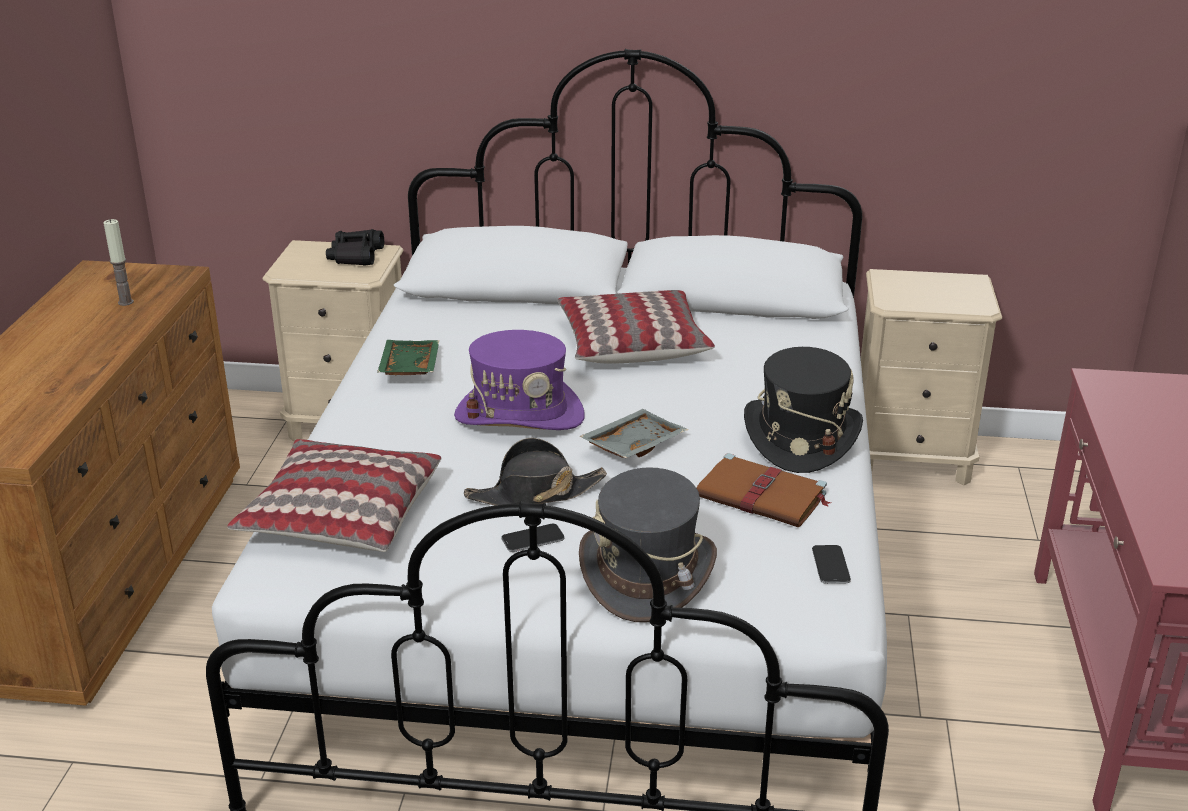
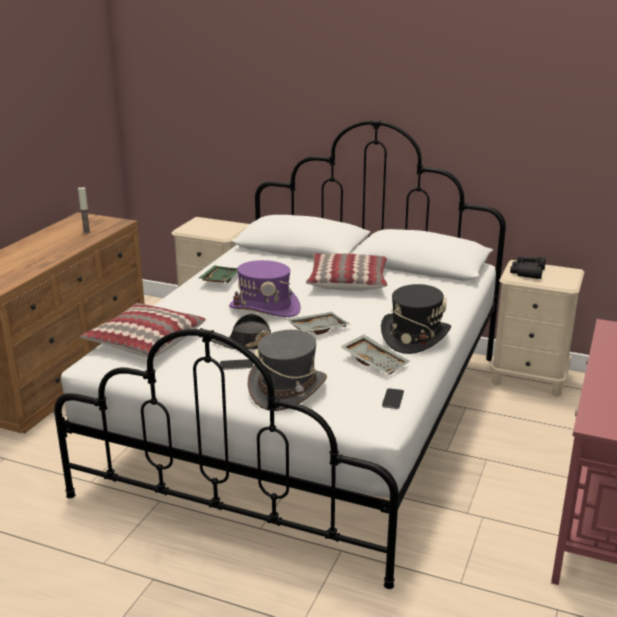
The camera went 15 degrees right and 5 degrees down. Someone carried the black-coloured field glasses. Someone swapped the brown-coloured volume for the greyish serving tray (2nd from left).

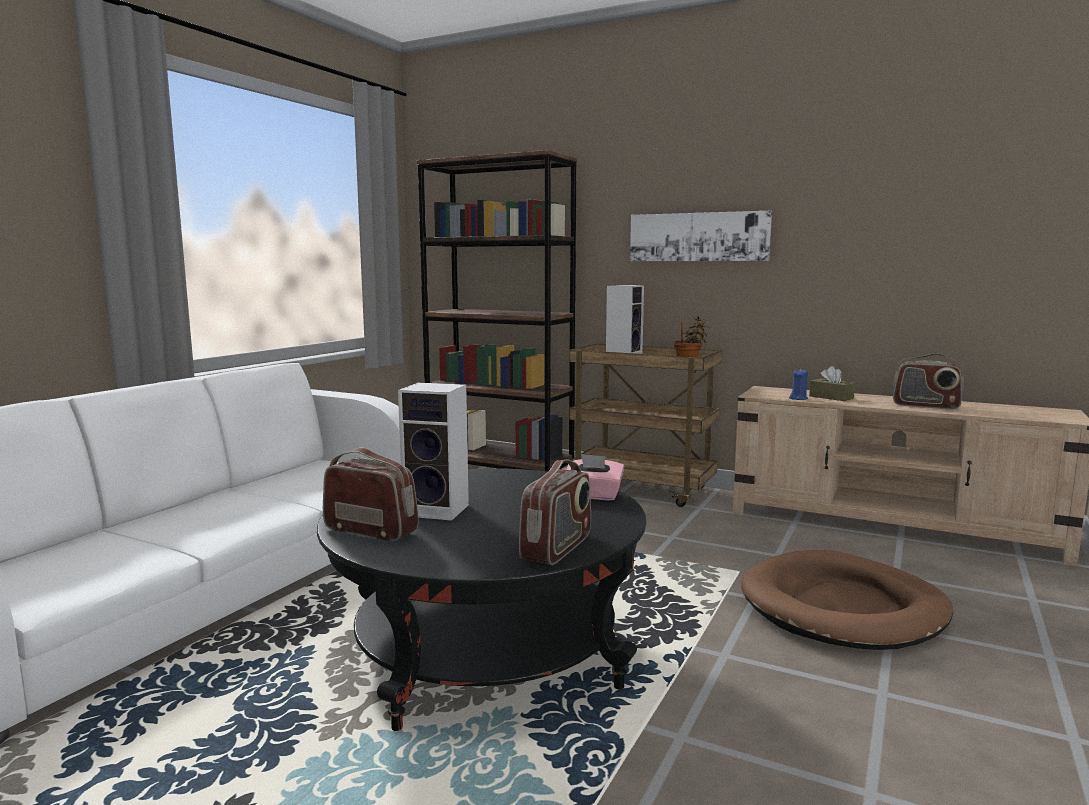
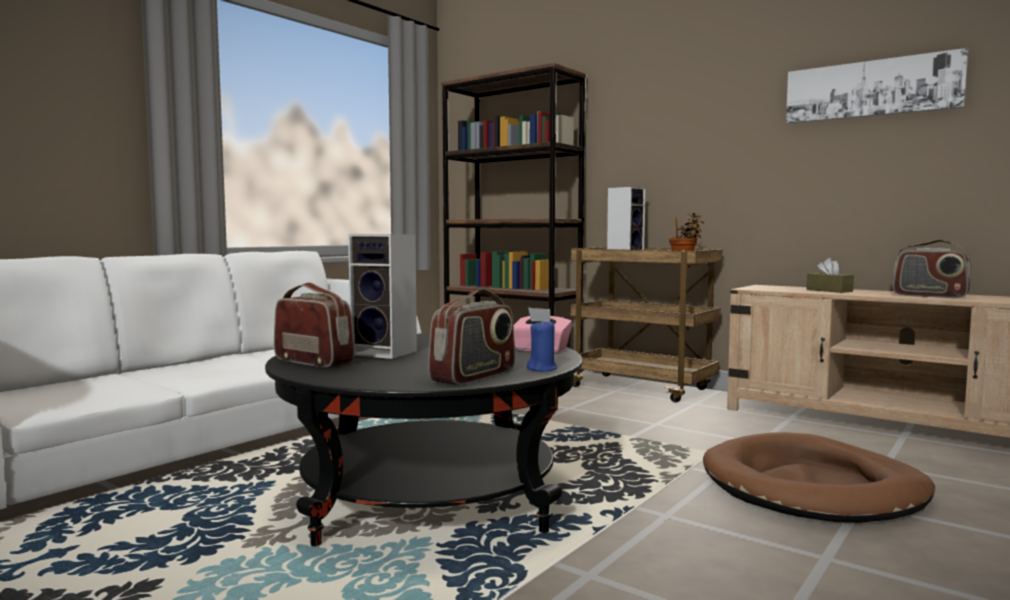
The camera went 10 degrees right and 5 degrees down. Someone carried the wall art. Someone carried the blue-coloured wax light.

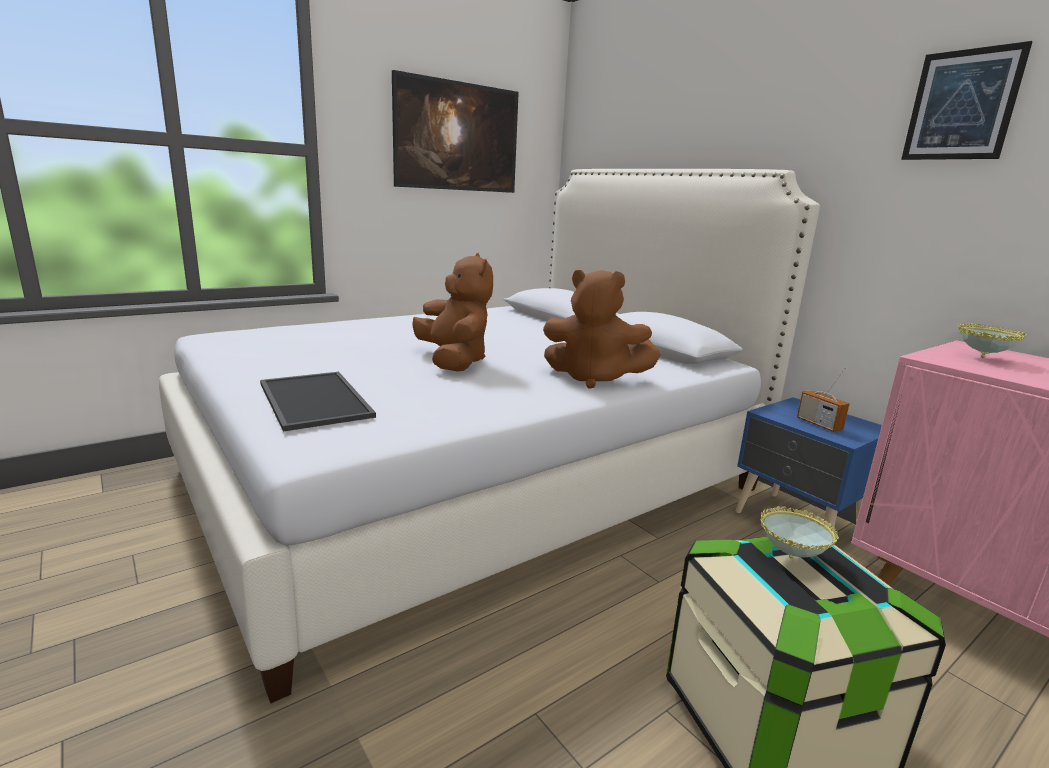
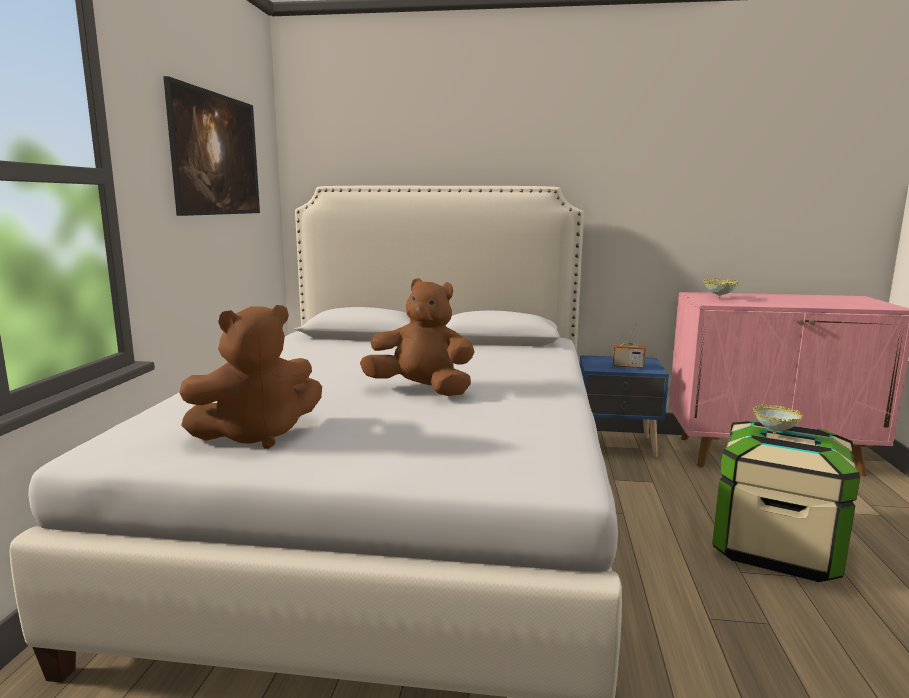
The camera went 45 degrees left and 5 degrees down. Someone took away the serving tray. Someone carried the brown-coloured plush toy (2nd from left in the first image). Someone took away the wall art (2nd from left).

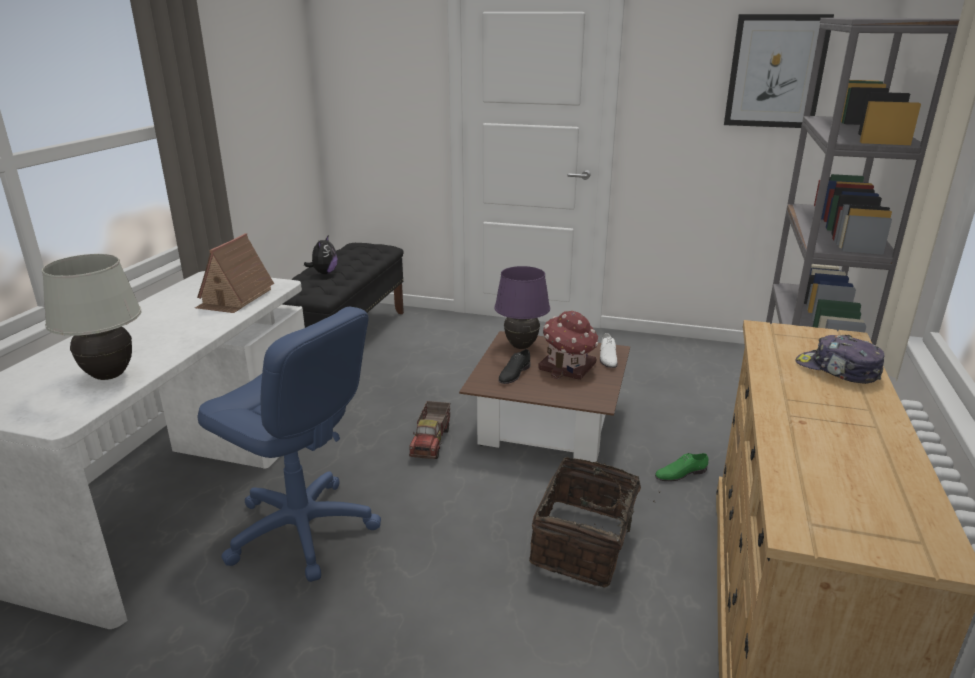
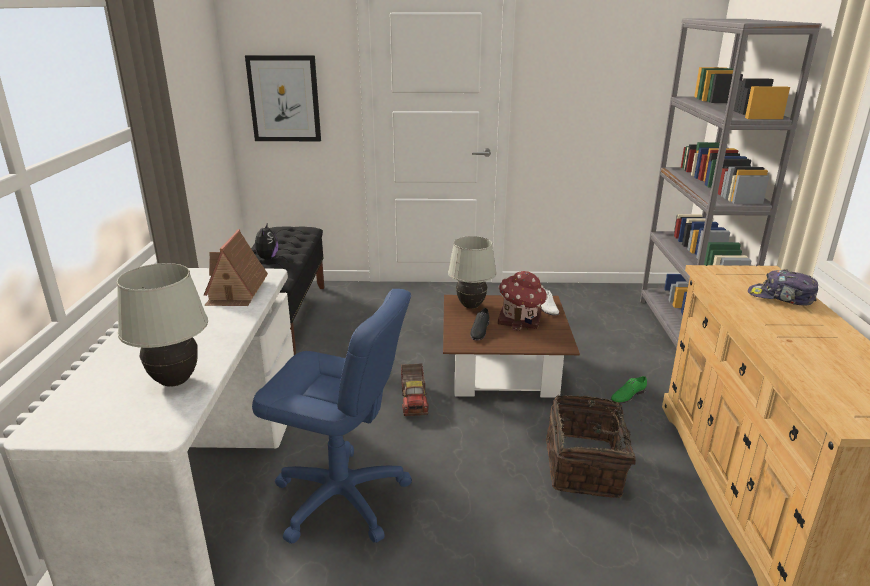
The camera went 15 degrees left and 0 degrees up. Someone repainted the purple-coloured tabletop lamp, which became the whitish tabletop lamp (2nd from left). Someone carried the wall art.

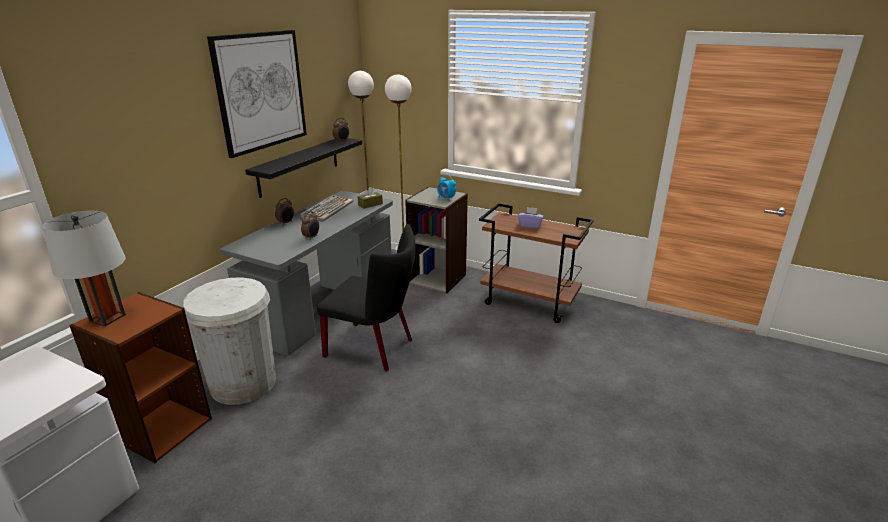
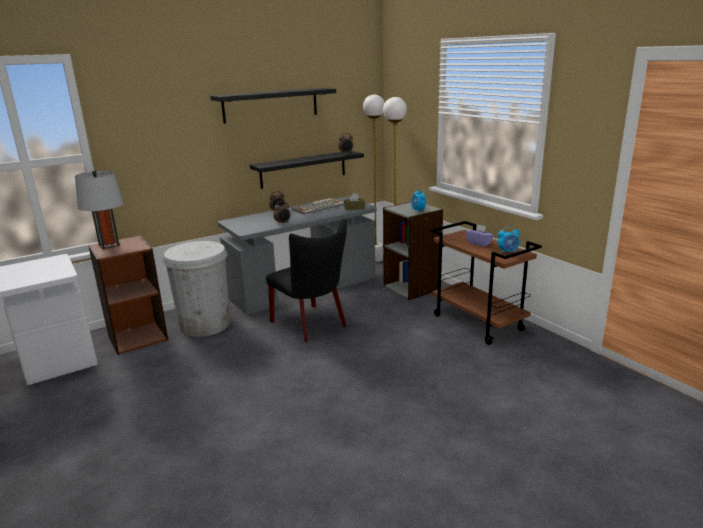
The camera went 30 degrees right and 5 degrees down. Someone swapped the wall art for the black-coloured bracket shelf (1st from left). Someone put down the bedside clock (5th from left).

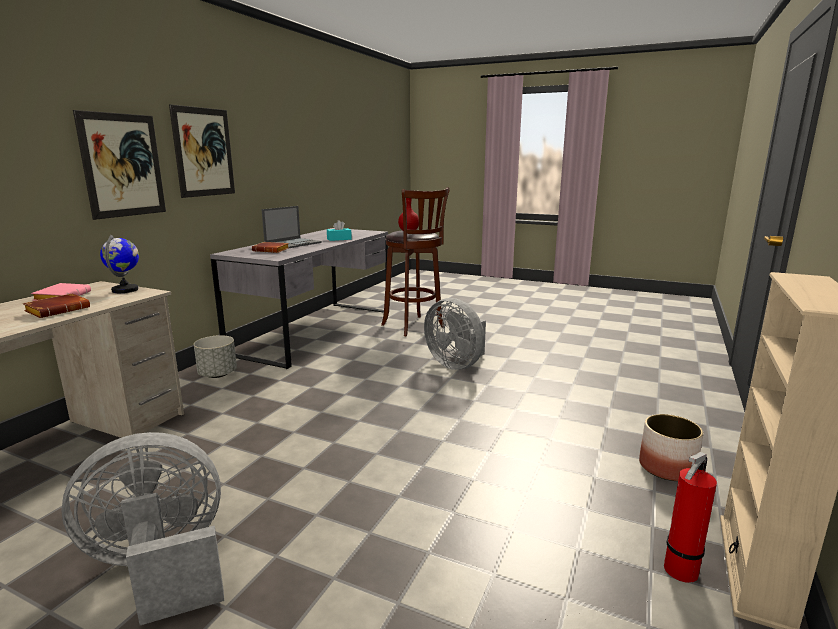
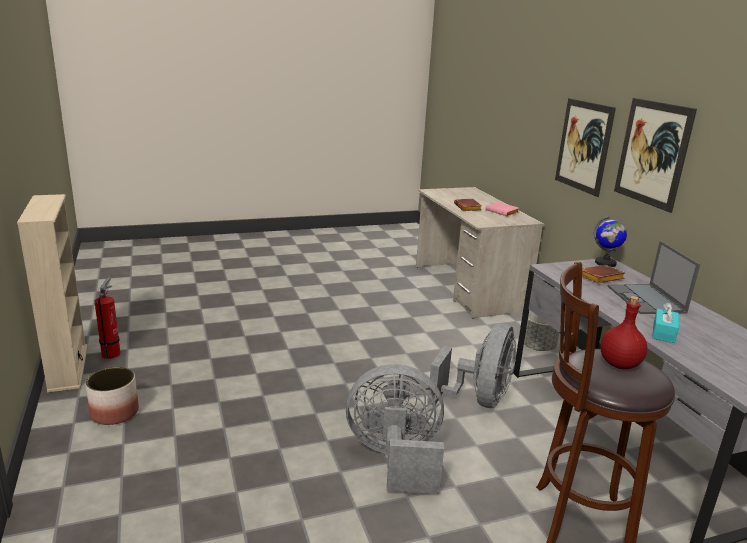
The camera went 135 degrees right and 5 degrees up. Someone carried the greyish fan (1st from left in the first image). Someone carried the world globe.

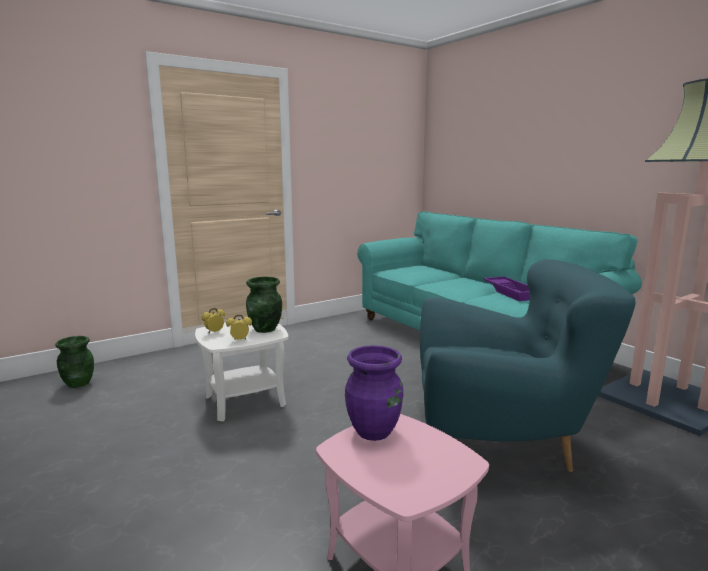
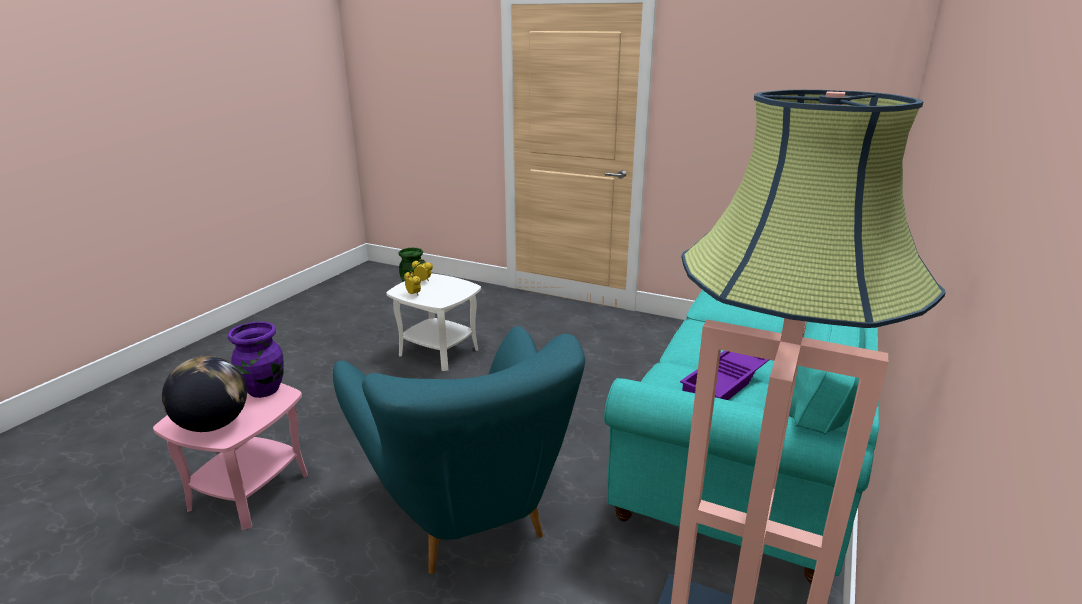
The camera went 60 degrees right and 10 degrees up. Someone took away the green flower vase (2nd from left). Someone put down the world globe.

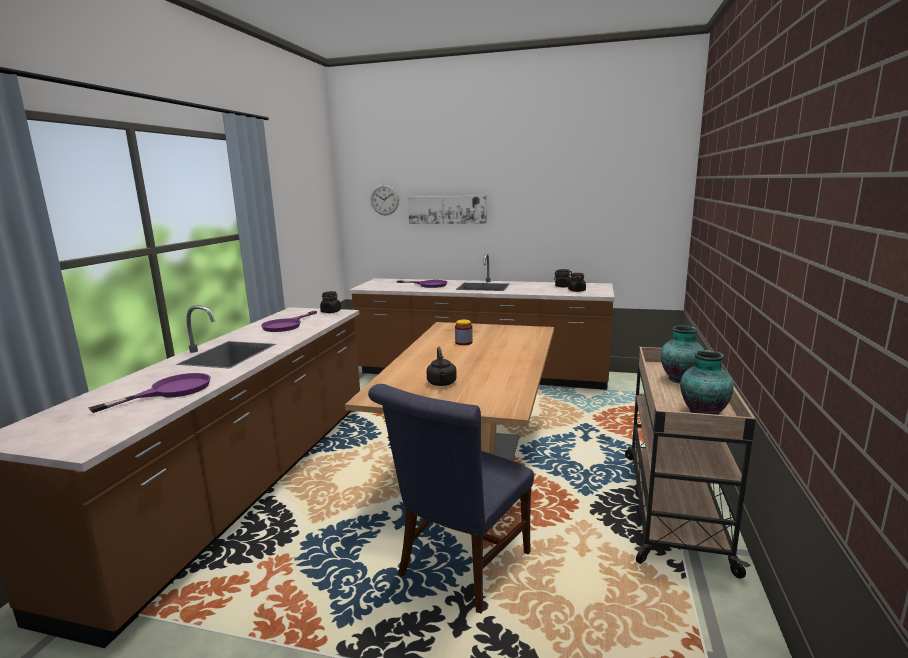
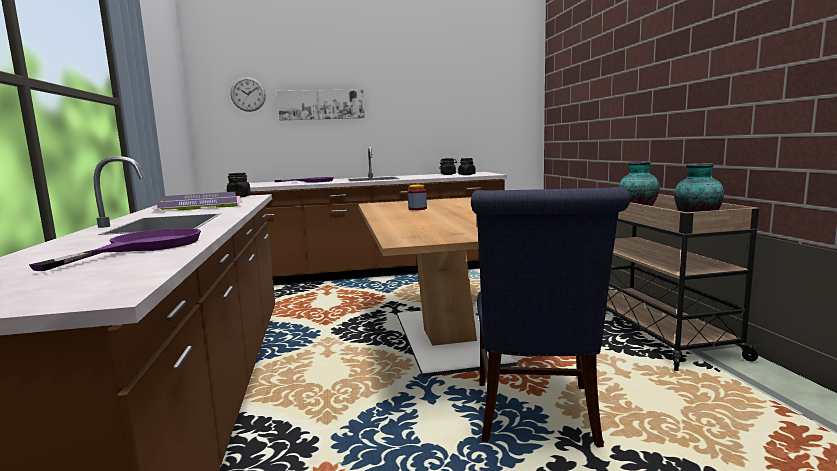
The camera went 25 degrees left and 5 degrees down. Someone swapped the purple-coloured pan (2nd from left) for the purple-coloured serving tray. Someone took away the black-coloured water kettle.

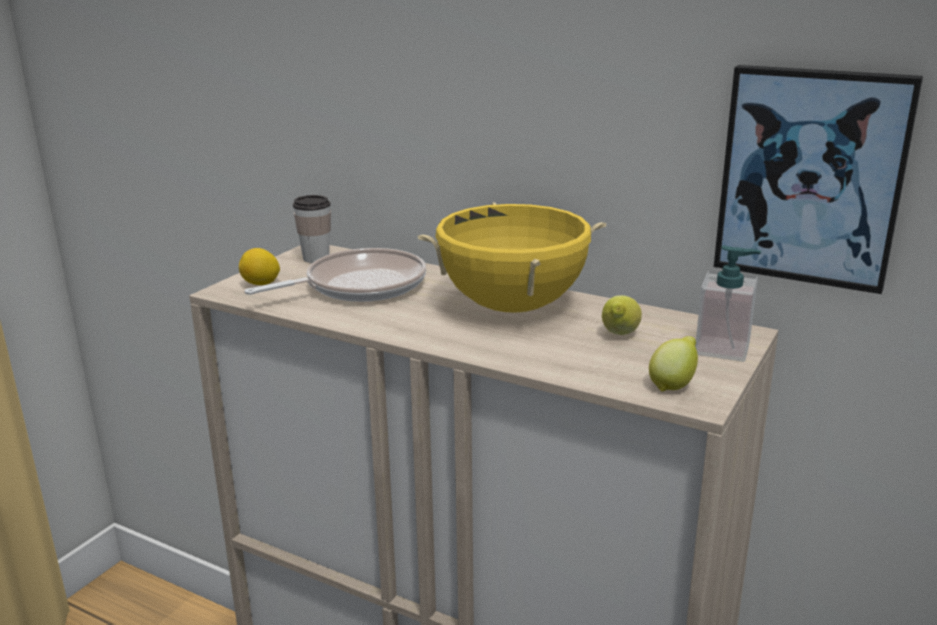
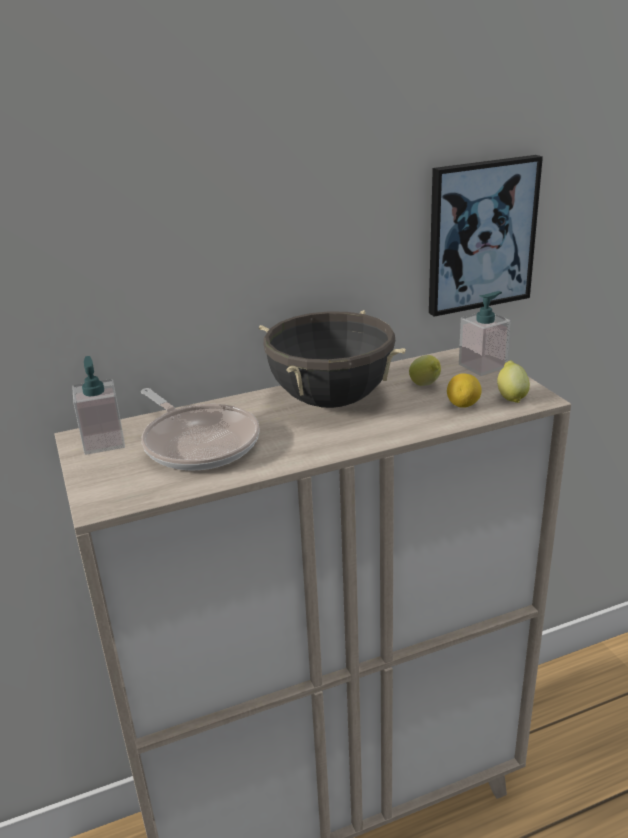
The camera went 50 degrees left and 5 degrees up. Someone carried the lemon (1st from left in the first image). Someone rotated the pan by 135 degrees clockwise. Someone swapped the cup for the soap bottle (1st from left). Someone repainted the yellow-coloured cooking pot, which became the black-coloured cooking pot.

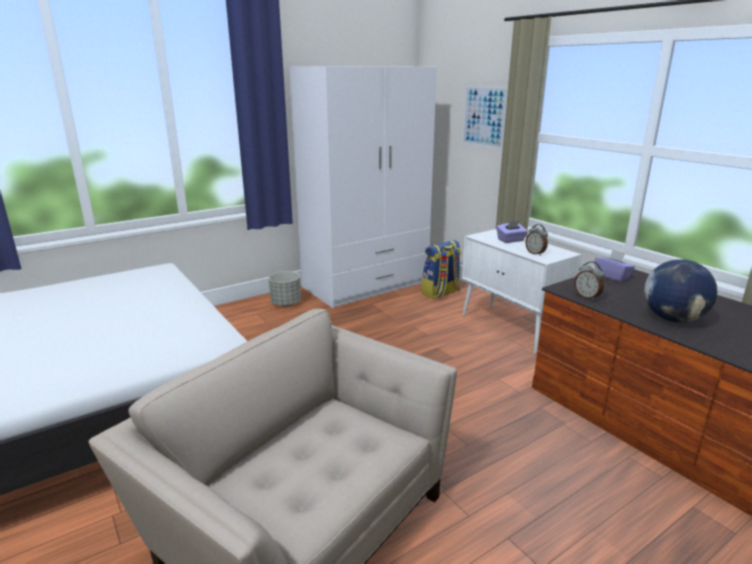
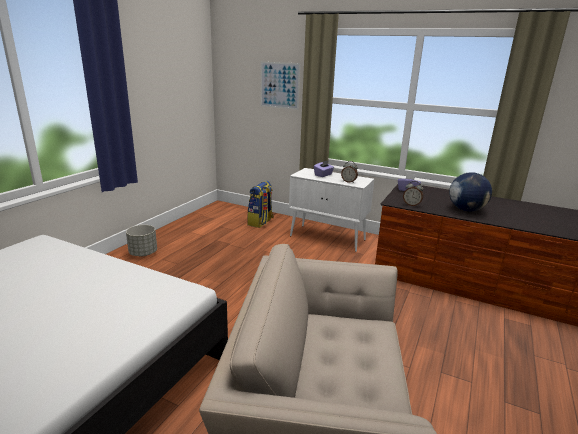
The camera went 30 degrees left and 0 degrees up. Someone took away the whitish wardrobe.

